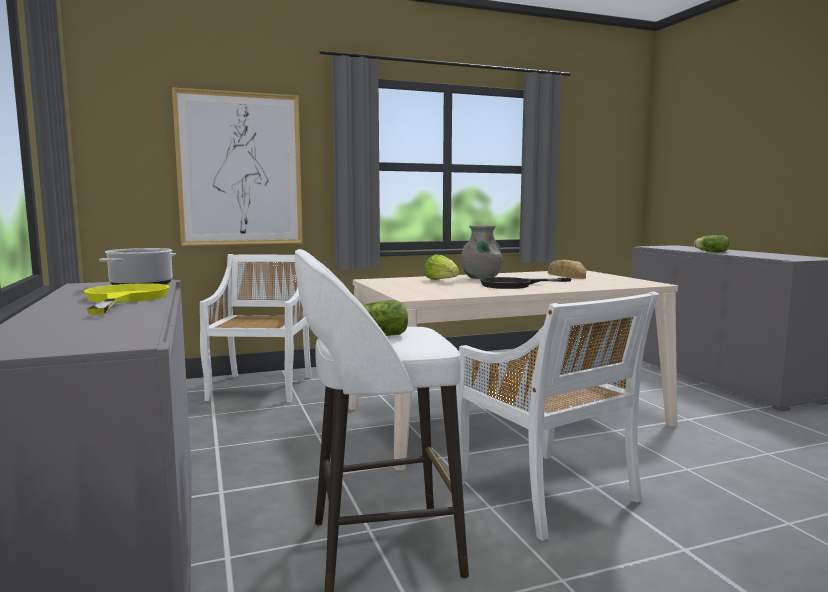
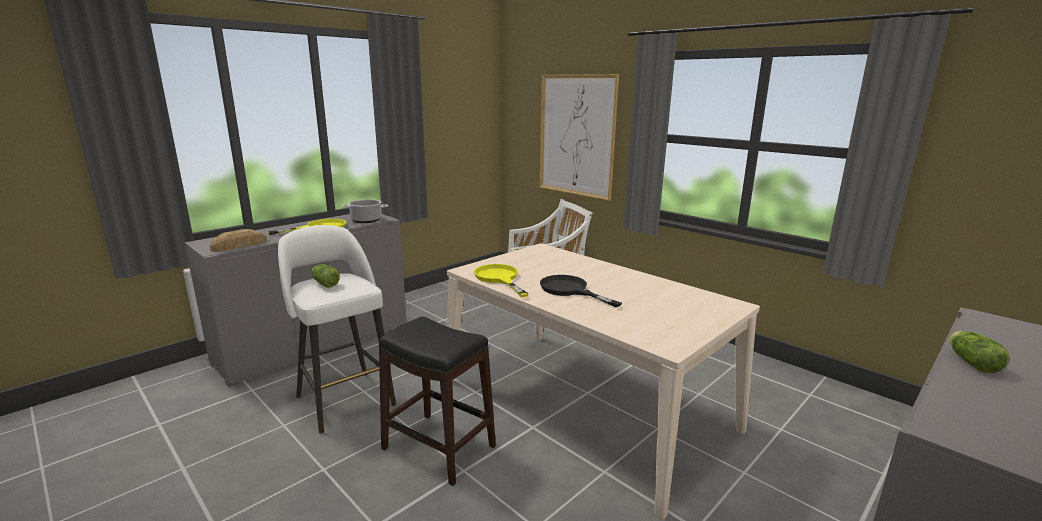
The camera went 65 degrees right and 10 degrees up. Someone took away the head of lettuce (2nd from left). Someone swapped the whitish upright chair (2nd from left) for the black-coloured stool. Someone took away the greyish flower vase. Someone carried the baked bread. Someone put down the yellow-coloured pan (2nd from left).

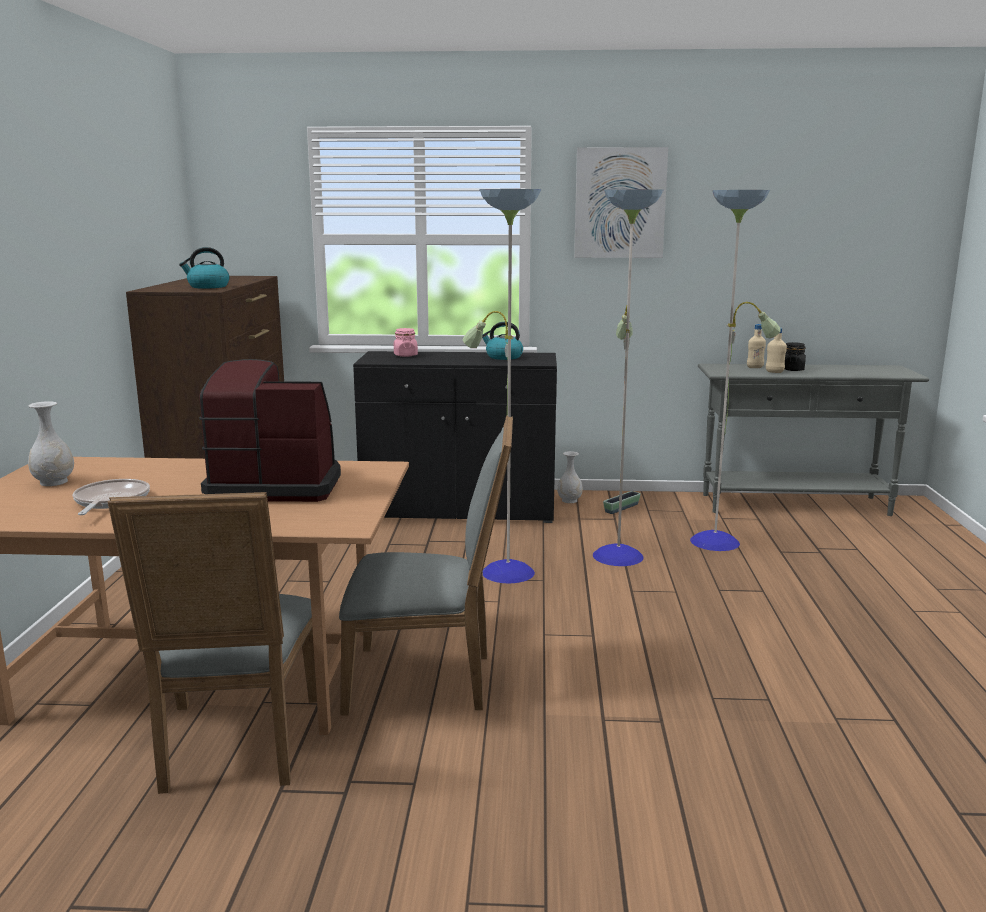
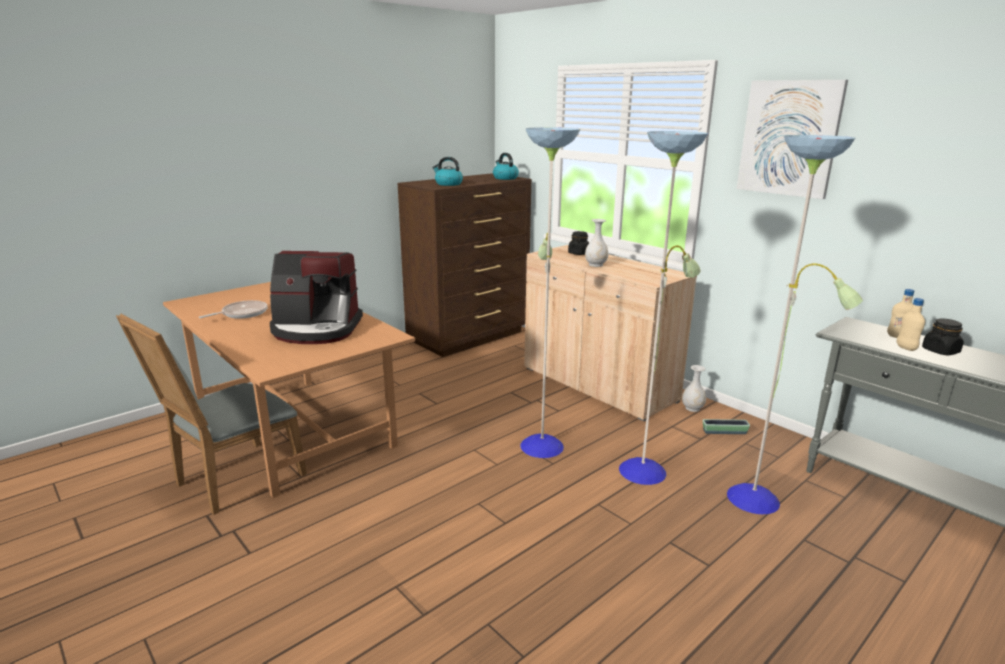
The camera went 45 degrees right and 5 degrees up. Someone carried the whitish flower vase (1st from left). Someone rotated the coffee brewer by 135 degrees clockwise. Someone took away the greyish upright chair (2nd from left). Someone repainted the black-coloured cabinet, which became the beige cabinet. Someone repainted the pinkish preserve jar, which became the black-coloured preserve jar (1st from left). Someone carried the water kettle (2nd from left).

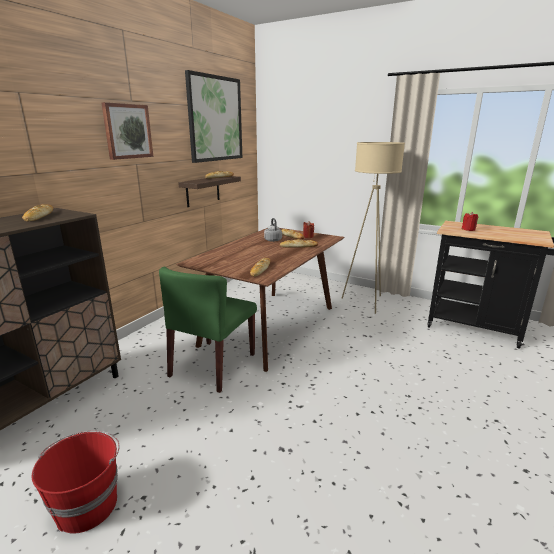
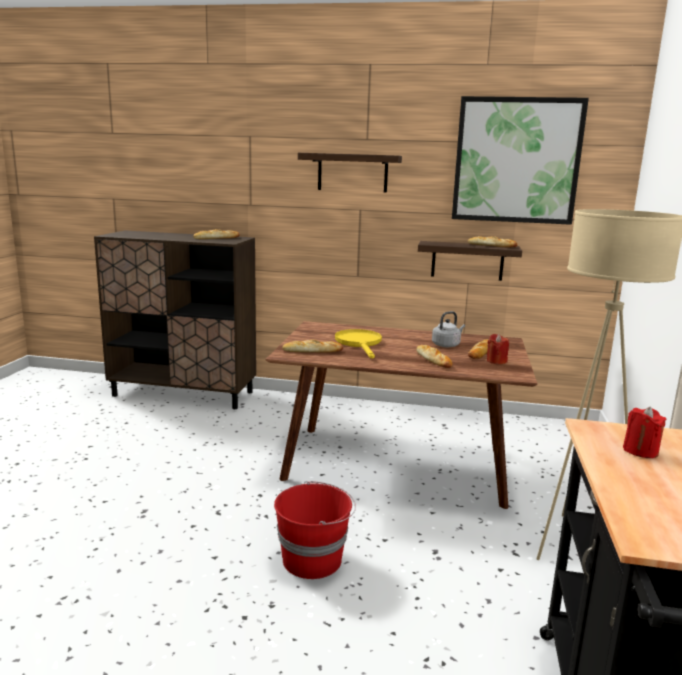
The camera went 70 degrees right and 5 degrees down. Someone carried the red-coloured bucket. Someone swapped the wall art (1st from left) for the bracket shelf (1st from left). Someone took away the green upright chair. Someone put down the yellow-coloured pan.

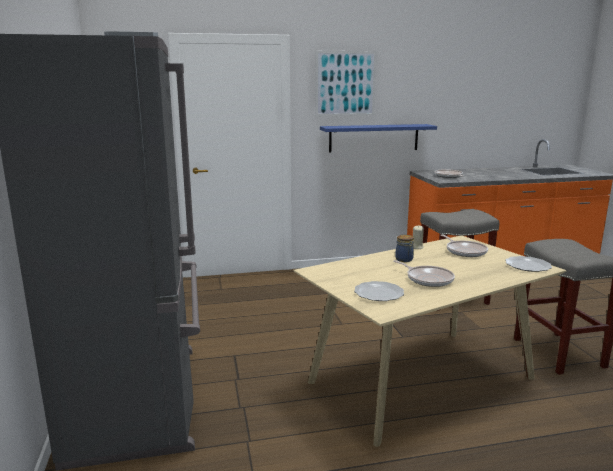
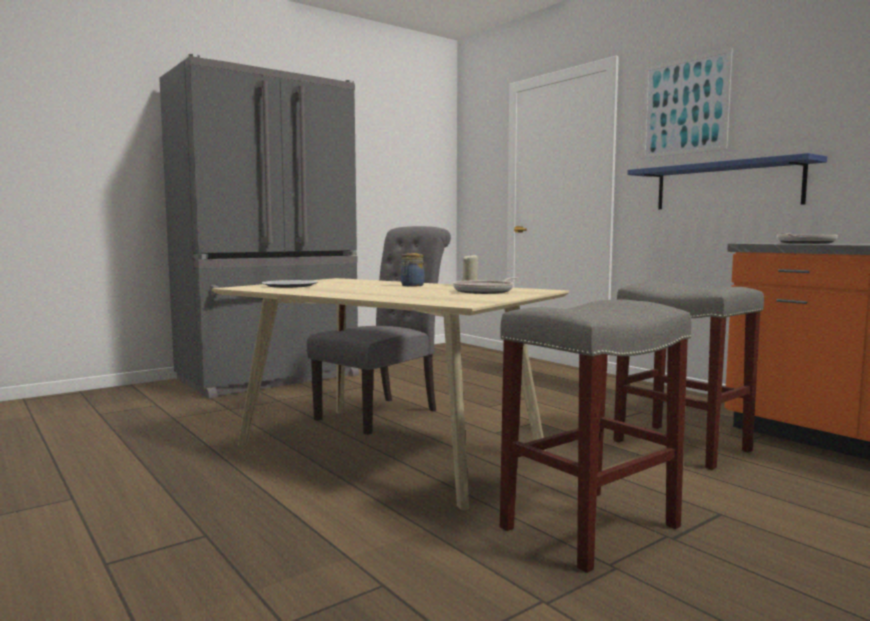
The camera went 65 degrees right and 10 degrees down. Someone took away the pan (1st from left). Someone took away the plate (2nd from left). Someone put down the greyish upright chair.

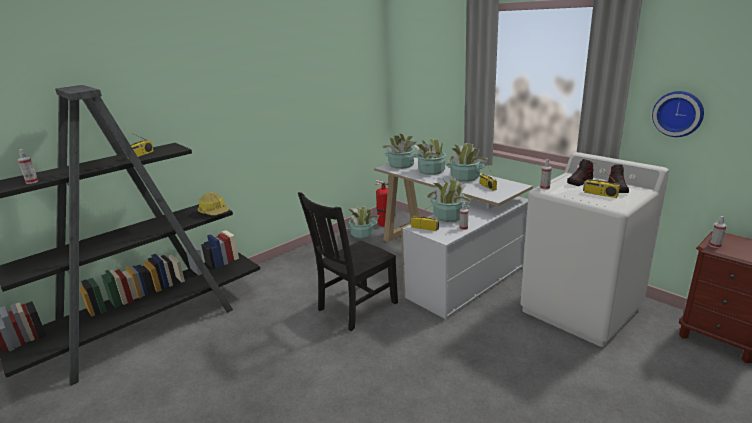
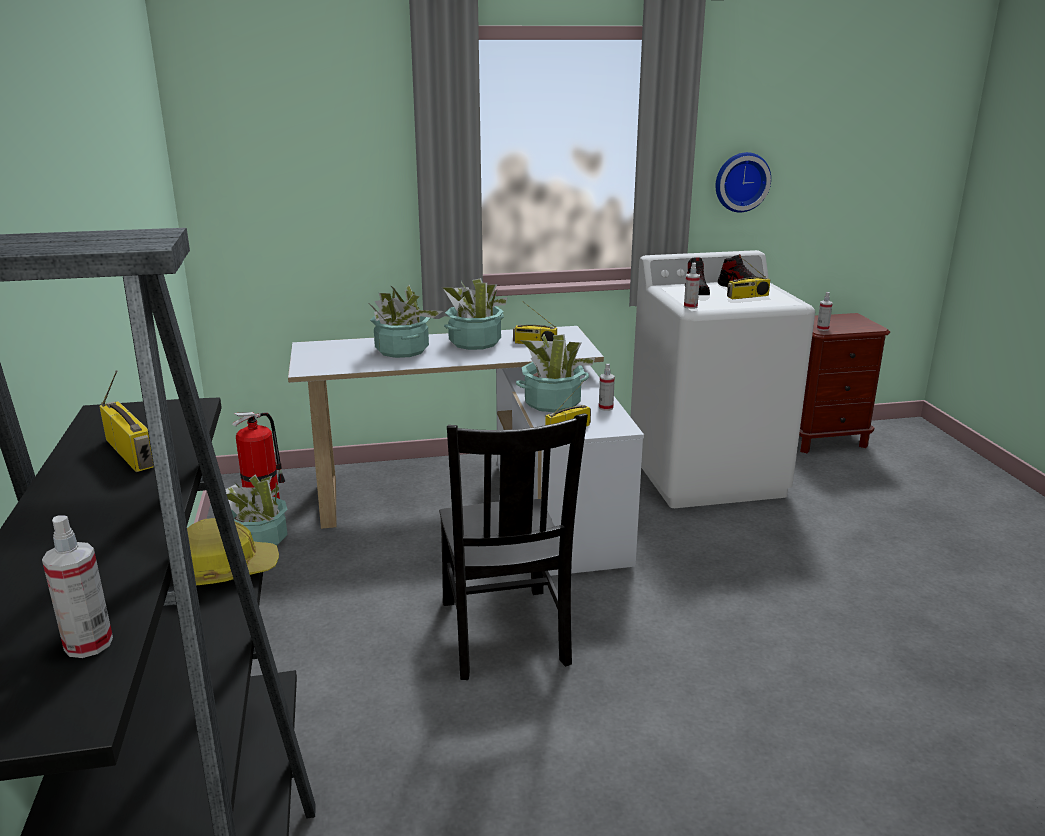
The camera went 60 degrees left and 0 degrees up. Someone took away the plant in a pot (2nd from left).

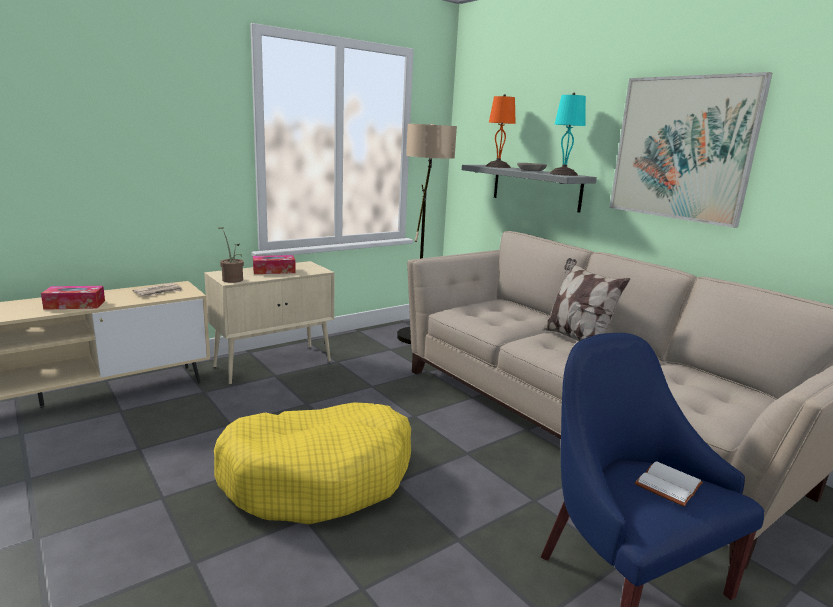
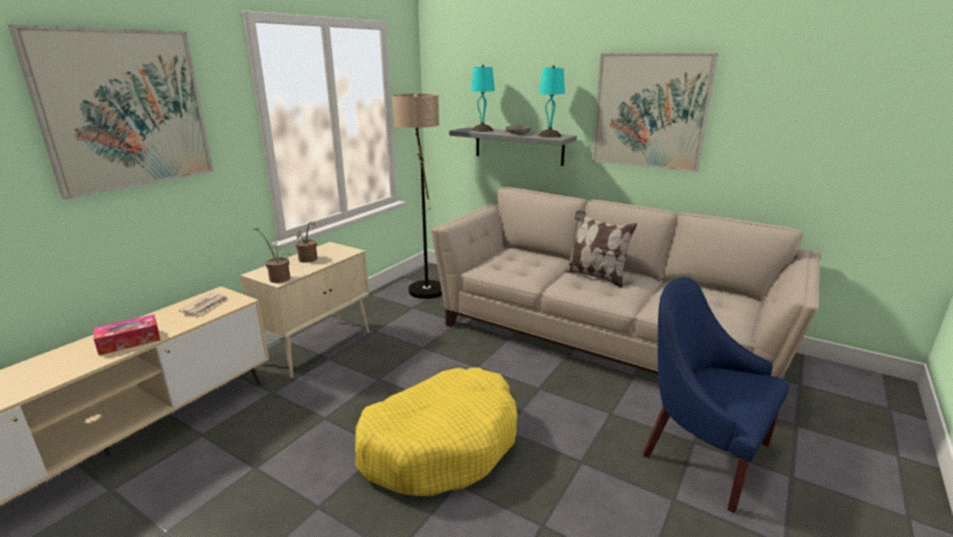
The camera went 20 degrees left and 5 degrees up. Someone swapped the box of tissues (2nd from left) for the plant in a pot (2nd from left). Someone repainted the orange-coloured tabletop lamp, which became the blue-green tabletop lamp (1st from left). Someone took away the whitish volume. Someone put up the wall art (1st from left).

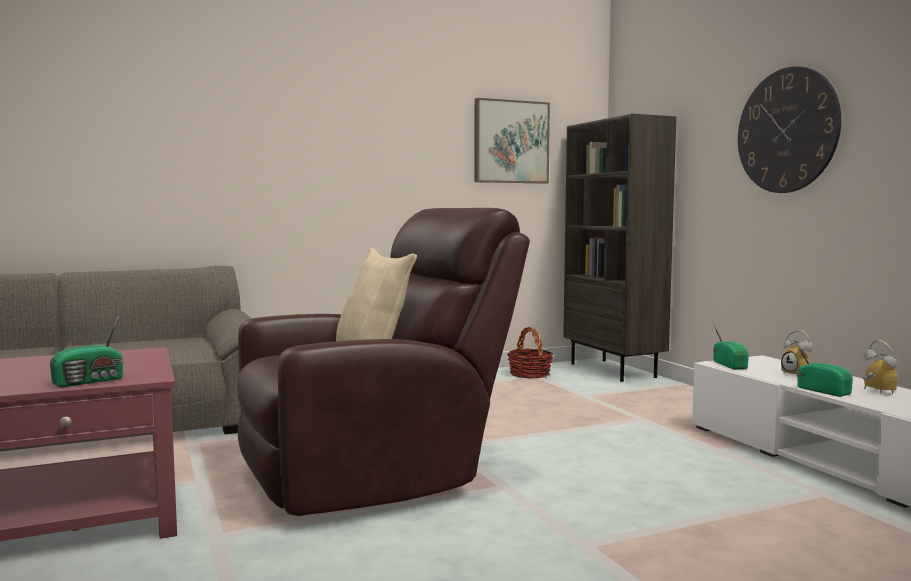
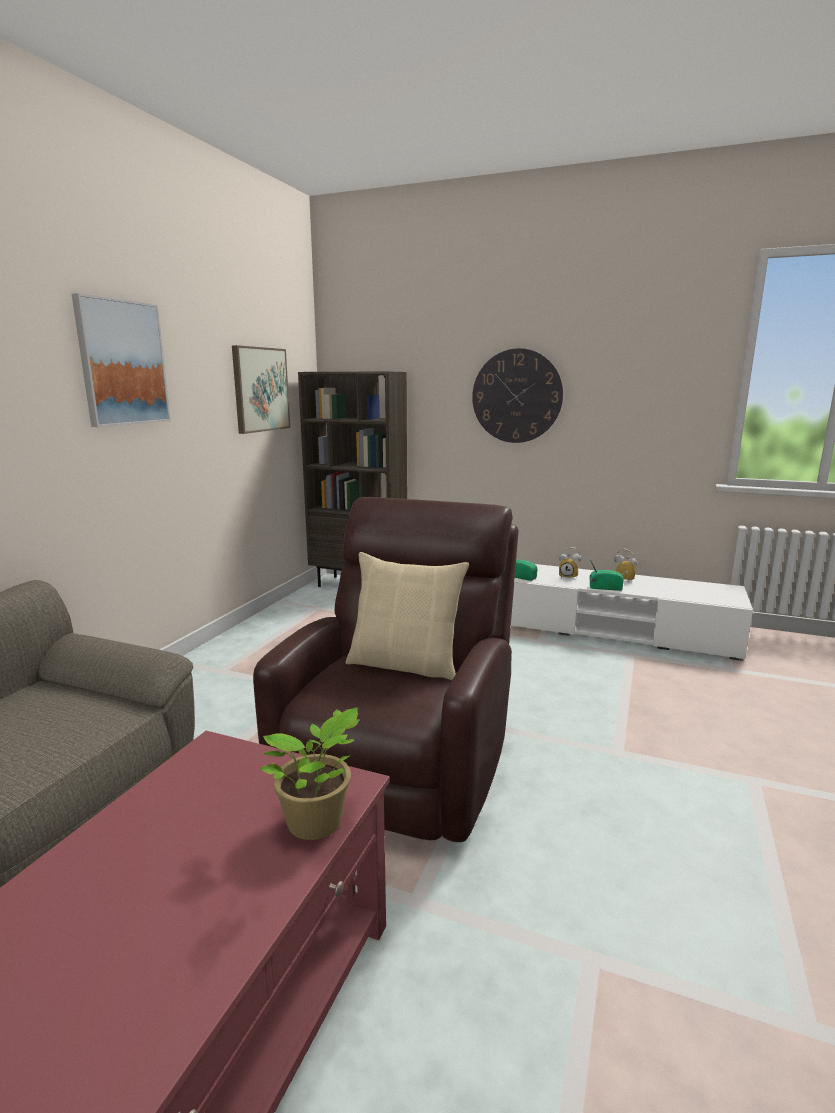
The camera went 45 degrees left and 10 degrees up. Someone swapped the radio set (1st from left) for the plant in a pot. Someone took away the basket. Someone put up the wall art (1st from left).

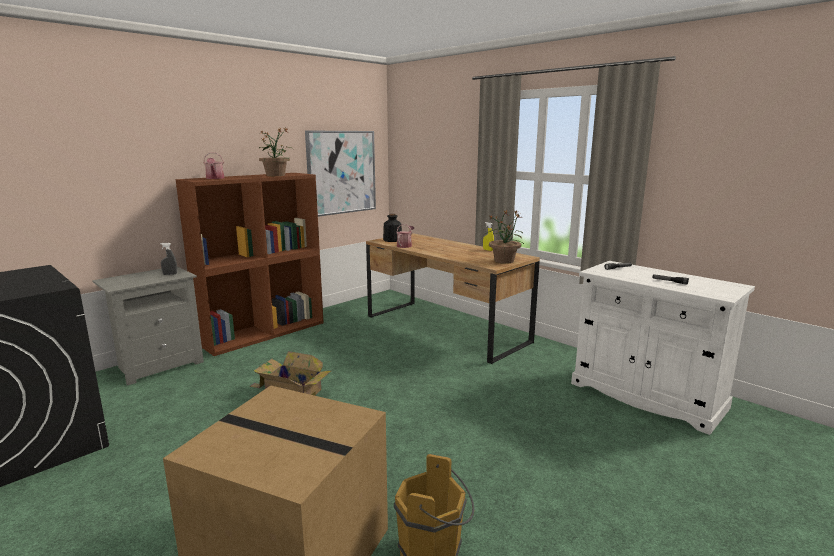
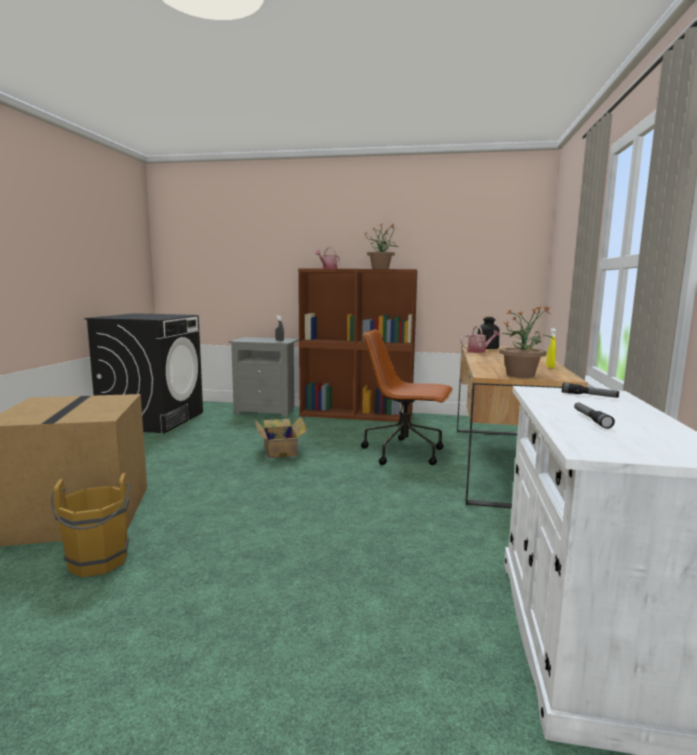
The camera went 55 degrees right and 5 degrees down. Someone took away the wall art. Someone put down the brown-coloured computer chair.

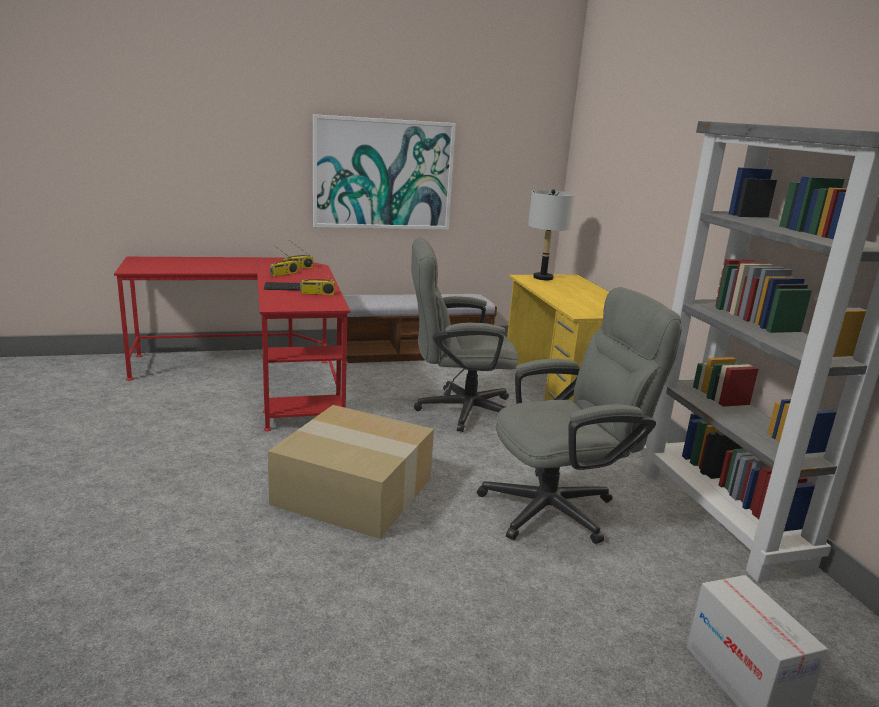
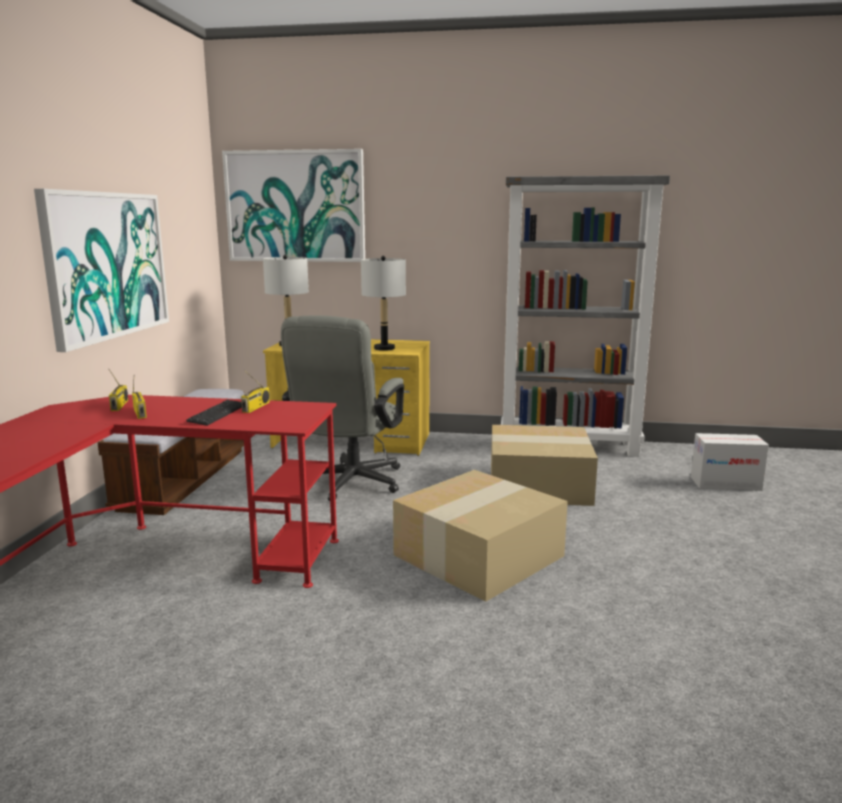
The camera went 65 degrees left and 5 degrees down. Someone swapped the greyish computer chair (2nd from left) for the cardboard box (2nd from left). Someone put up the wall art (2nd from left). Someone put down the greyish tabletop lamp (2nd from left).

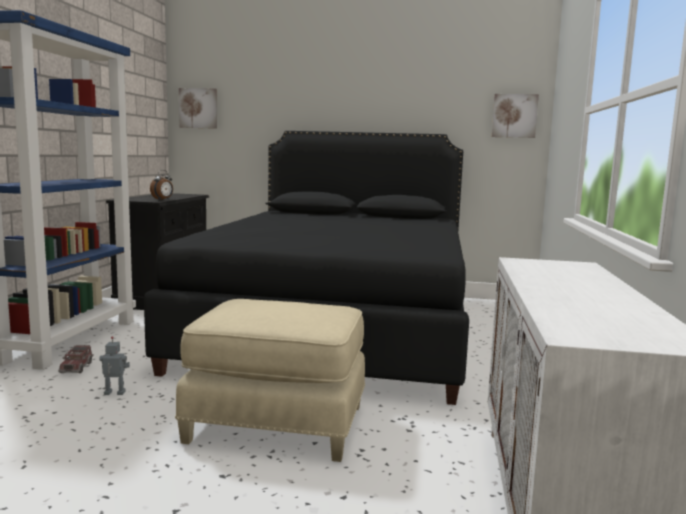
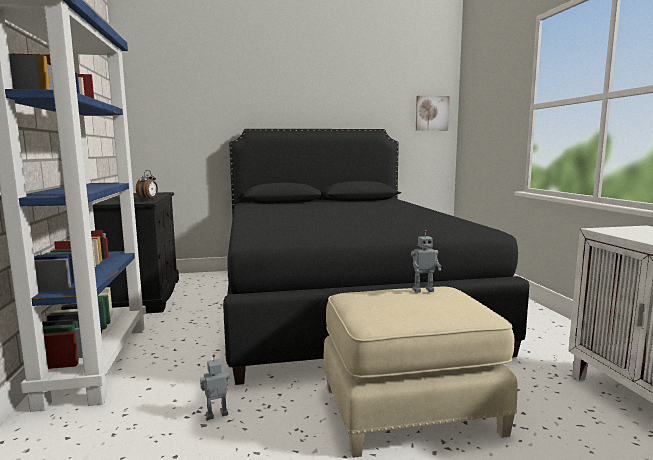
The camera went 20 degrees left and 0 degrees up. Someone took away the toy truck. Someone took away the wall art (1st from left). Someone put down the robot figure (2nd from left).

